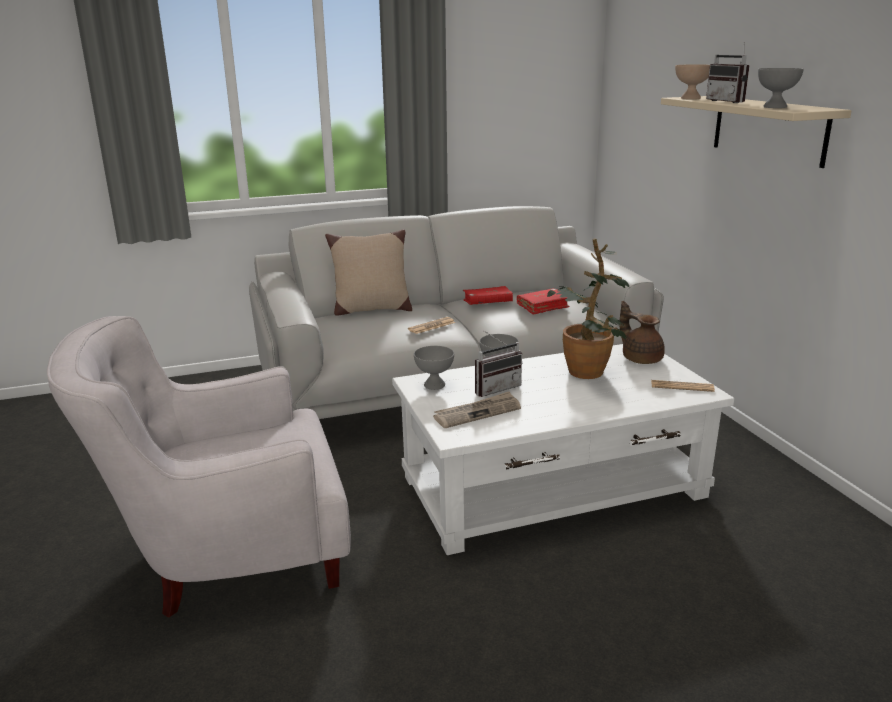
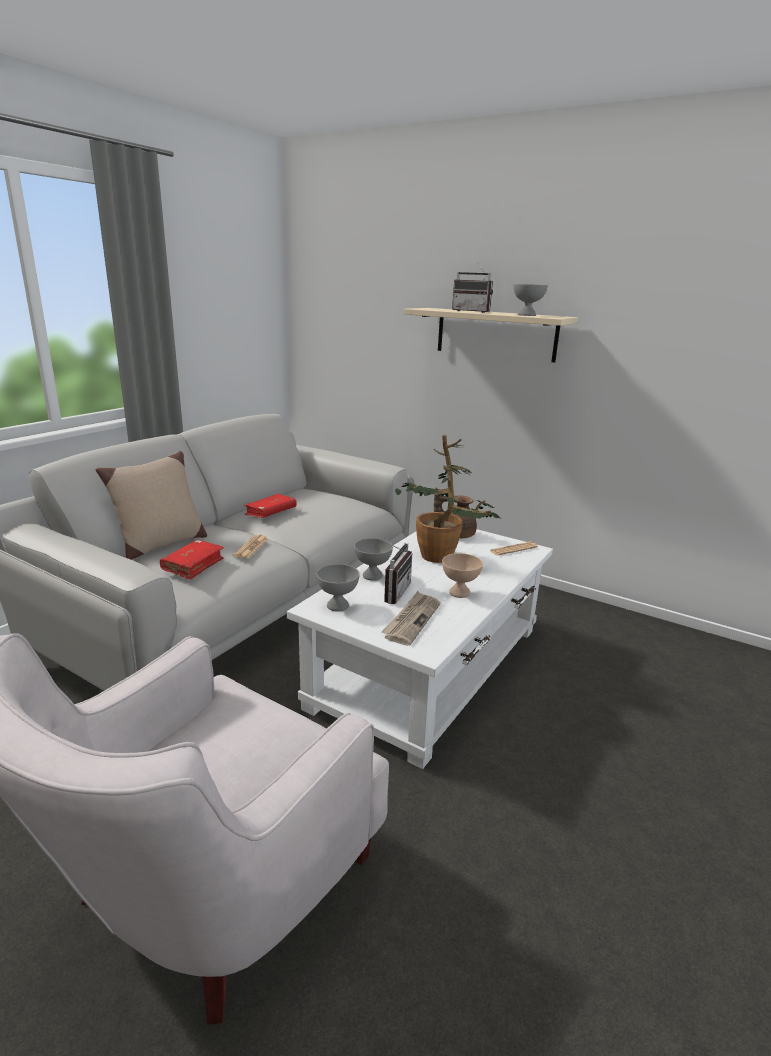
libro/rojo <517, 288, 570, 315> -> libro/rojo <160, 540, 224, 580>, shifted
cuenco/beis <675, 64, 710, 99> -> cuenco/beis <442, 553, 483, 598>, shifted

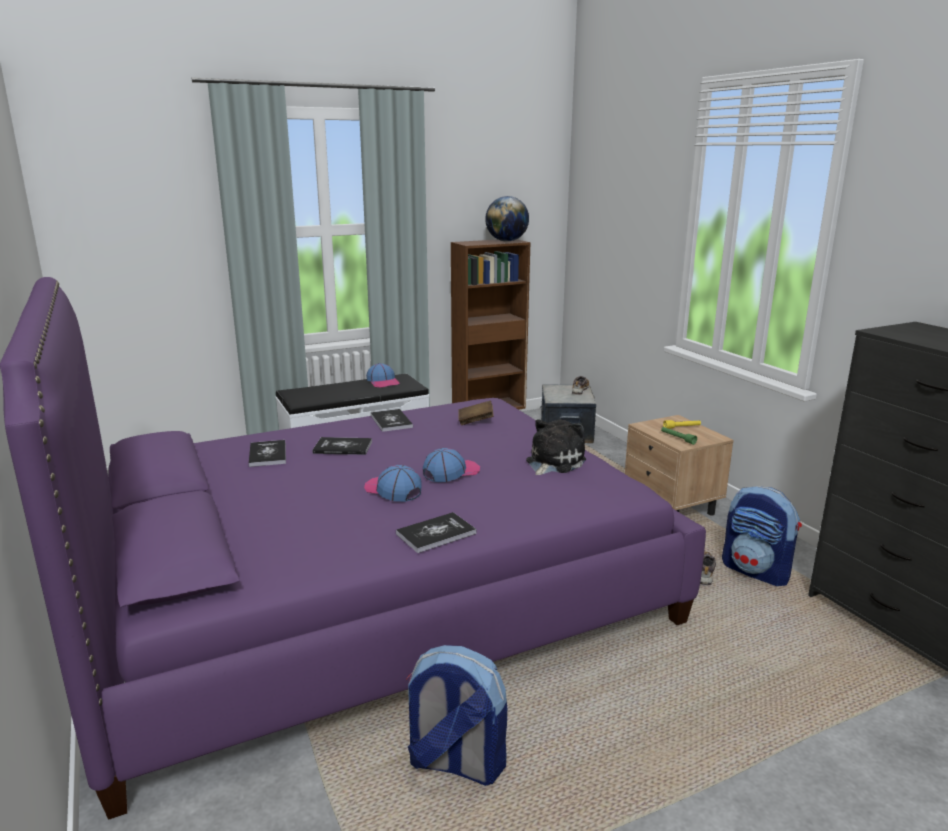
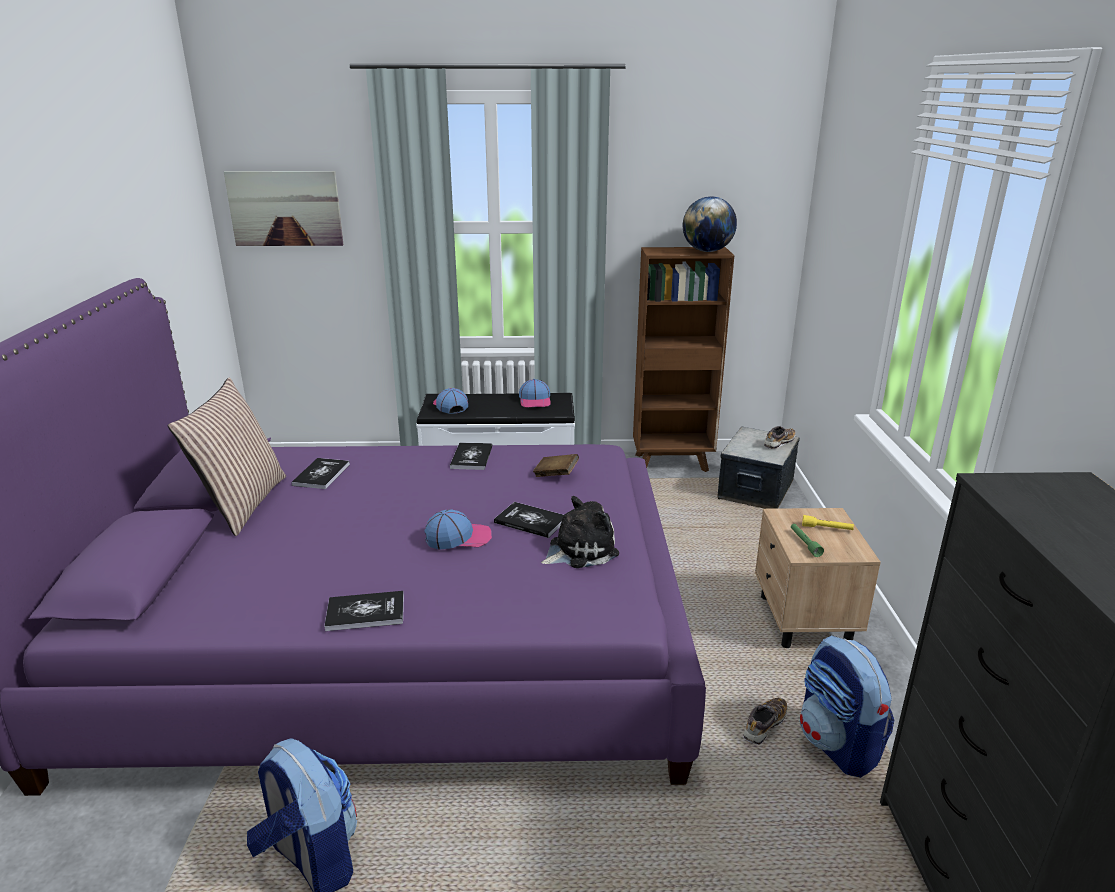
none -> cojín <168, 377, 286, 536>
none -> cuadro <224, 171, 344, 246>
libro <313, 437, 372, 455> -> libro <494, 502, 564, 538>, shifted
gorra <364, 465, 422, 502> -> gorra <433, 388, 468, 414>, shifted

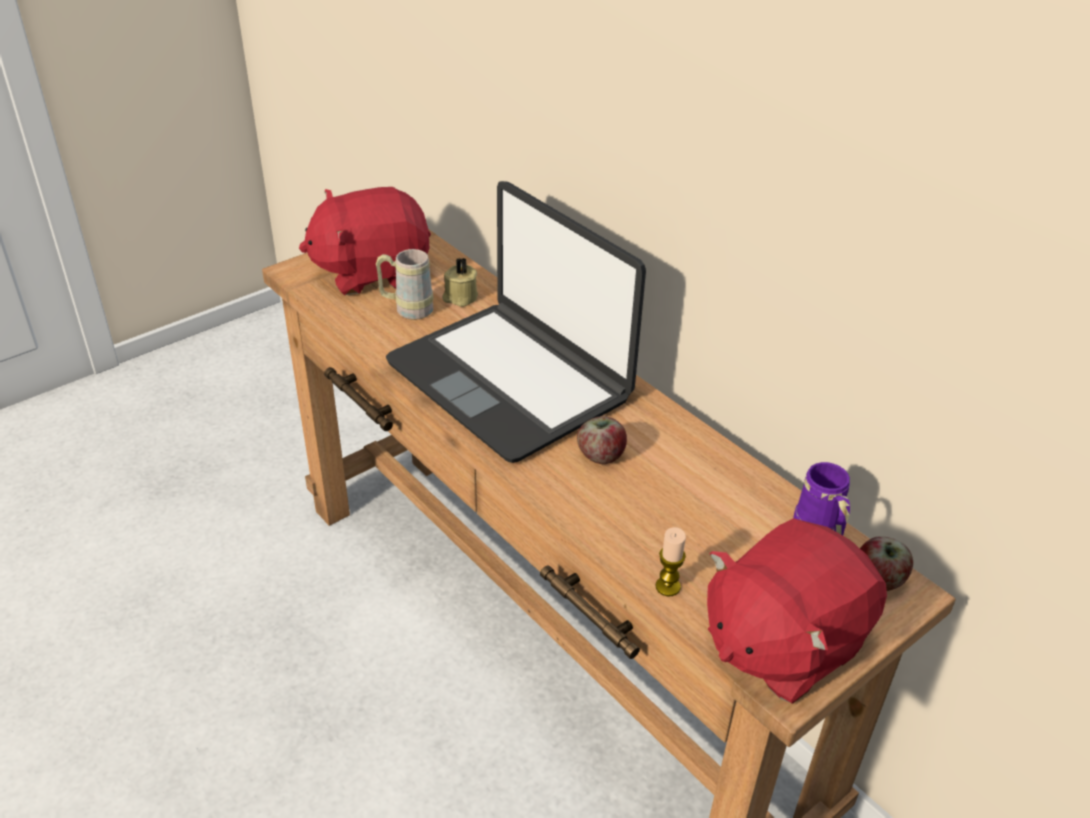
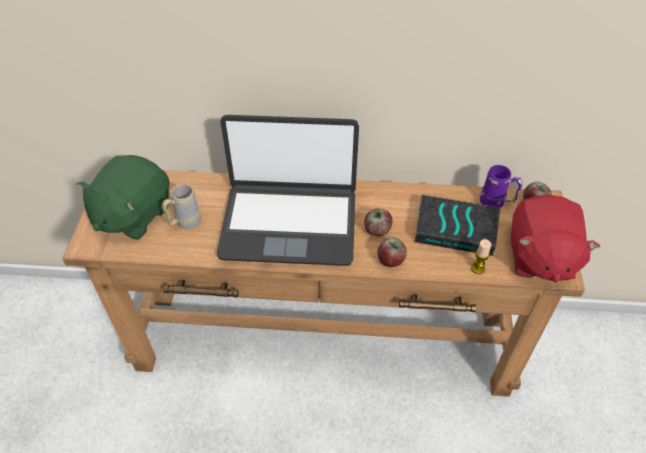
vela/beis <442, 257, 478, 307> -> none
none -> manzana <377, 237, 407, 267>
none -> libro <415, 195, 500, 256>
peluche/rojo <299, 187, 431, 295> -> peluche/verde <77, 155, 170, 239>

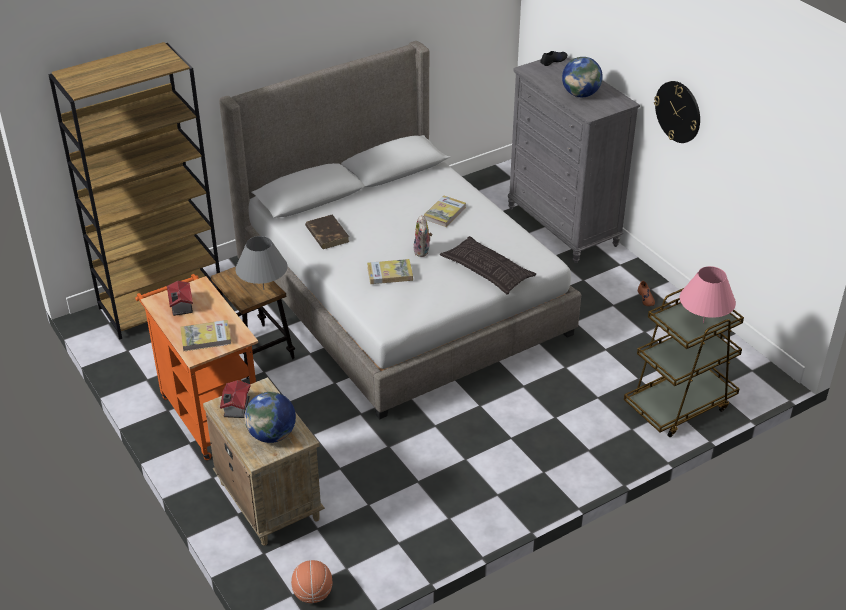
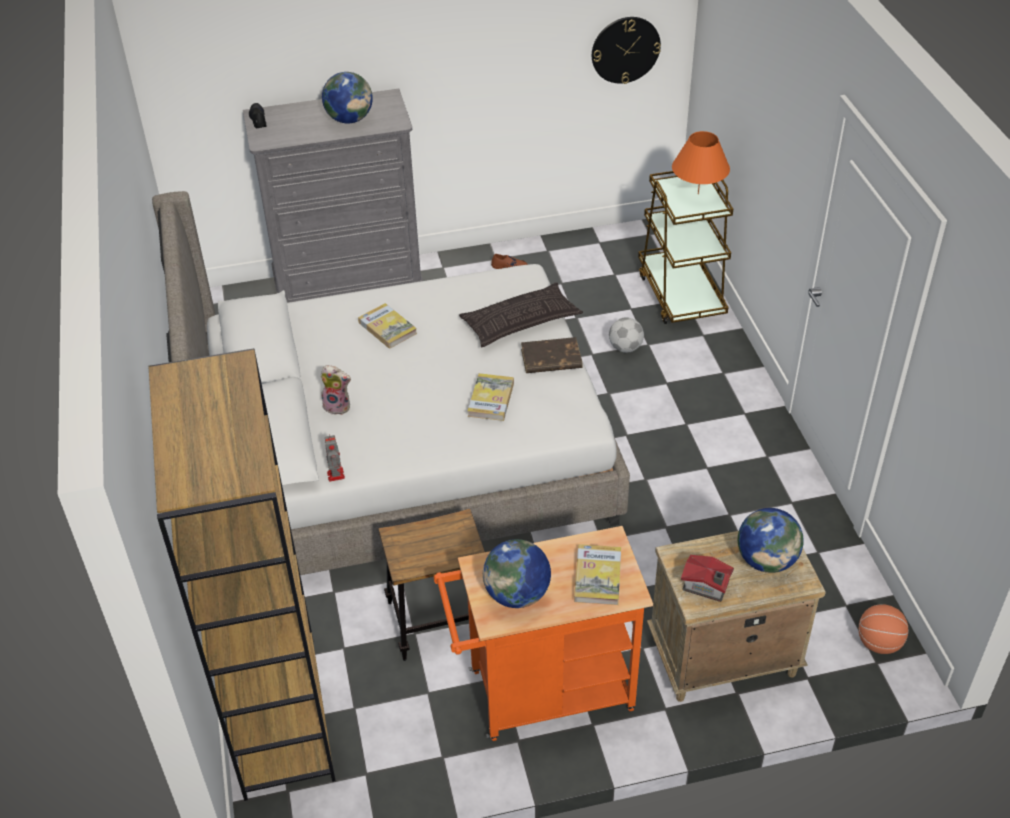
lámpara de mesa/gris <235, 236, 288, 290> -> none
none -> robot de juguete <325, 434, 345, 482>
none -> balón de fútbol <609, 317, 644, 353>
libro/marrón <305, 214, 349, 249> -> libro/marrón <521, 337, 583, 373>, shifted
peluche <414, 215, 432, 257> -> peluche <321, 365, 351, 415>, shifted
reloj de pared <654, 81, 700, 143> -> reloj de pared <592, 17, 661, 84>, shifted
casita <167, 281, 193, 316> -> globo terráqueo <483, 539, 551, 608>
lámpara de mesa/rosa <680, 266, 736, 323> -> lámpara de mesa/naranja <672, 131, 730, 194>

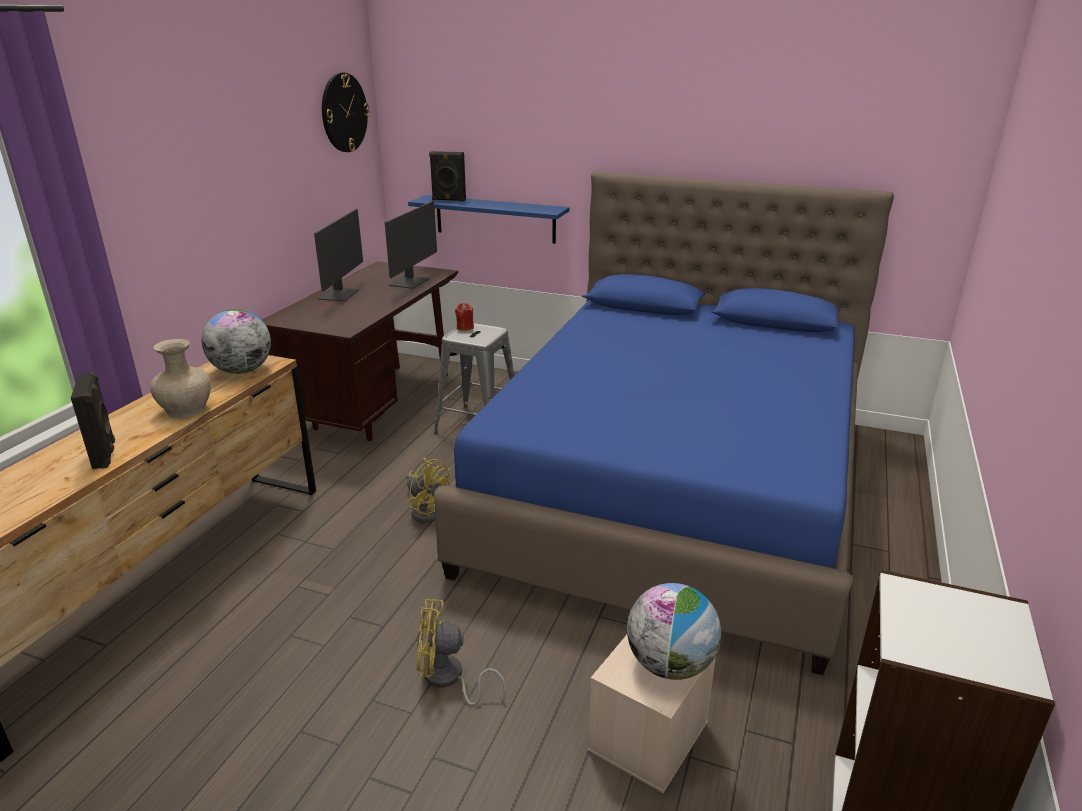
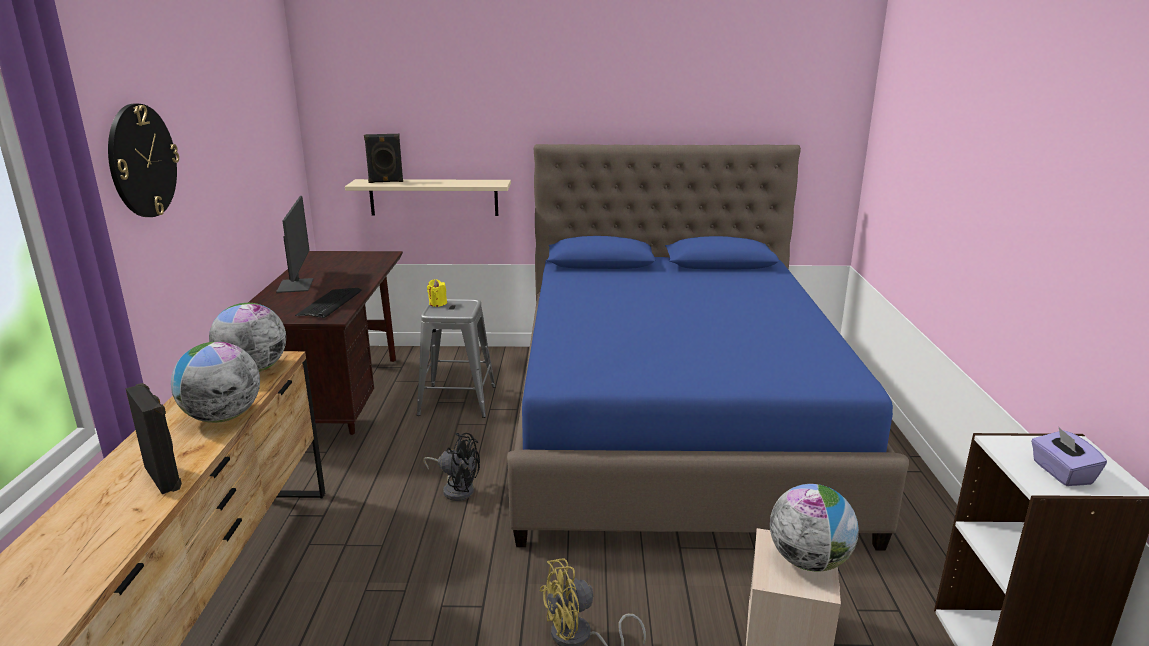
monitor <385, 201, 437, 289> -> none
none -> teclado <295, 288, 362, 318>
none -> caja de pañuelos/morado <1031, 426, 1107, 486>
reloj de pared <322, 72, 369, 152> -> reloj de pared <108, 104, 179, 217>, shifted
florero/beis <150, 339, 211, 418> -> globo terráqueo <171, 342, 260, 423>
ventilador/amarillo <407, 458, 450, 523> -> ventilador/negro <423, 433, 480, 501>
estante/azul <408, 195, 569, 244> -> estante/beis <345, 179, 511, 216>
vela/rojo <455, 303, 474, 331> -> vela/amarillo <427, 279, 447, 307>

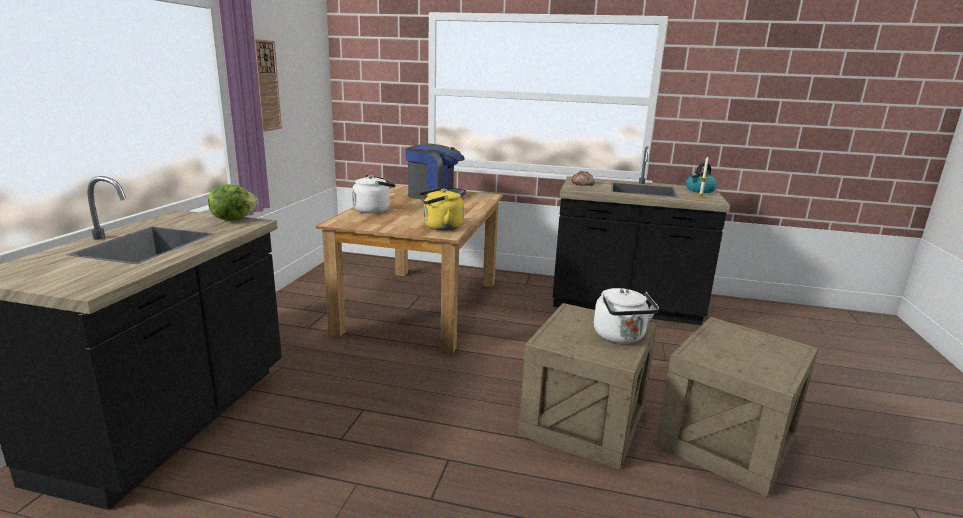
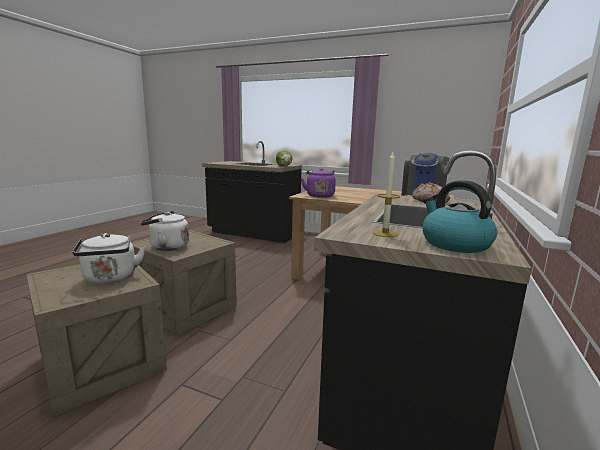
reloj de pared <254, 39, 282, 132> -> none
hervidor/blanco <352, 175, 395, 214> -> hervidor/blanco <73, 233, 145, 284>, shifted
hervidor/amarillo <419, 188, 464, 231> -> hervidor/morado <301, 168, 336, 198>

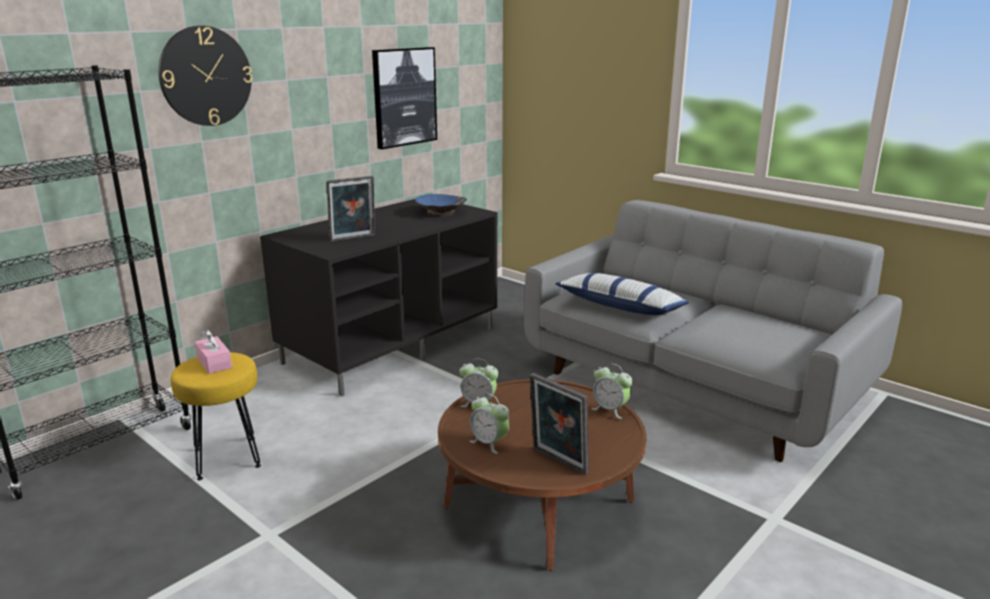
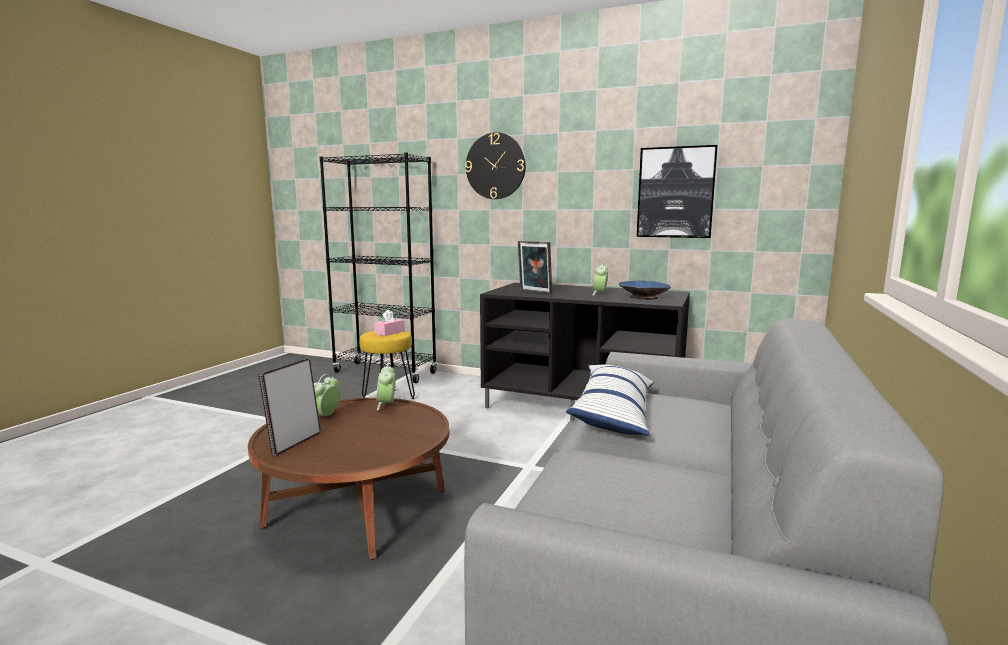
despertador <591, 363, 633, 419> -> despertador <593, 262, 608, 296>, shifted

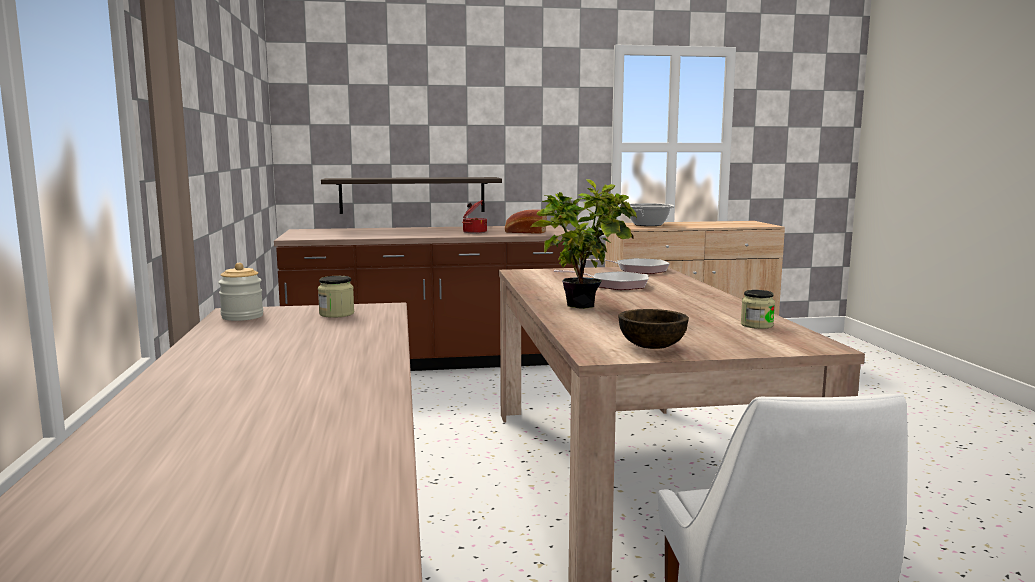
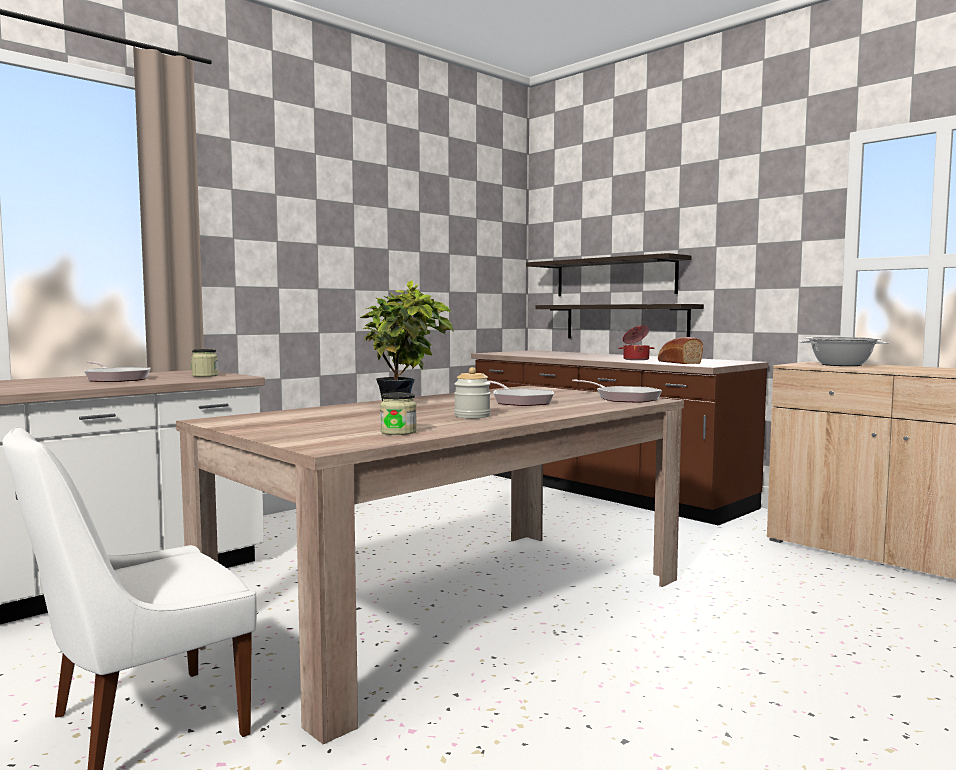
cuenco/marrón <618, 309, 689, 349> -> none
none -> sartén <84, 361, 151, 382>
none -> estante <526, 253, 691, 296>
tarro <218, 263, 263, 321> -> tarro <454, 367, 491, 418>, shifted

